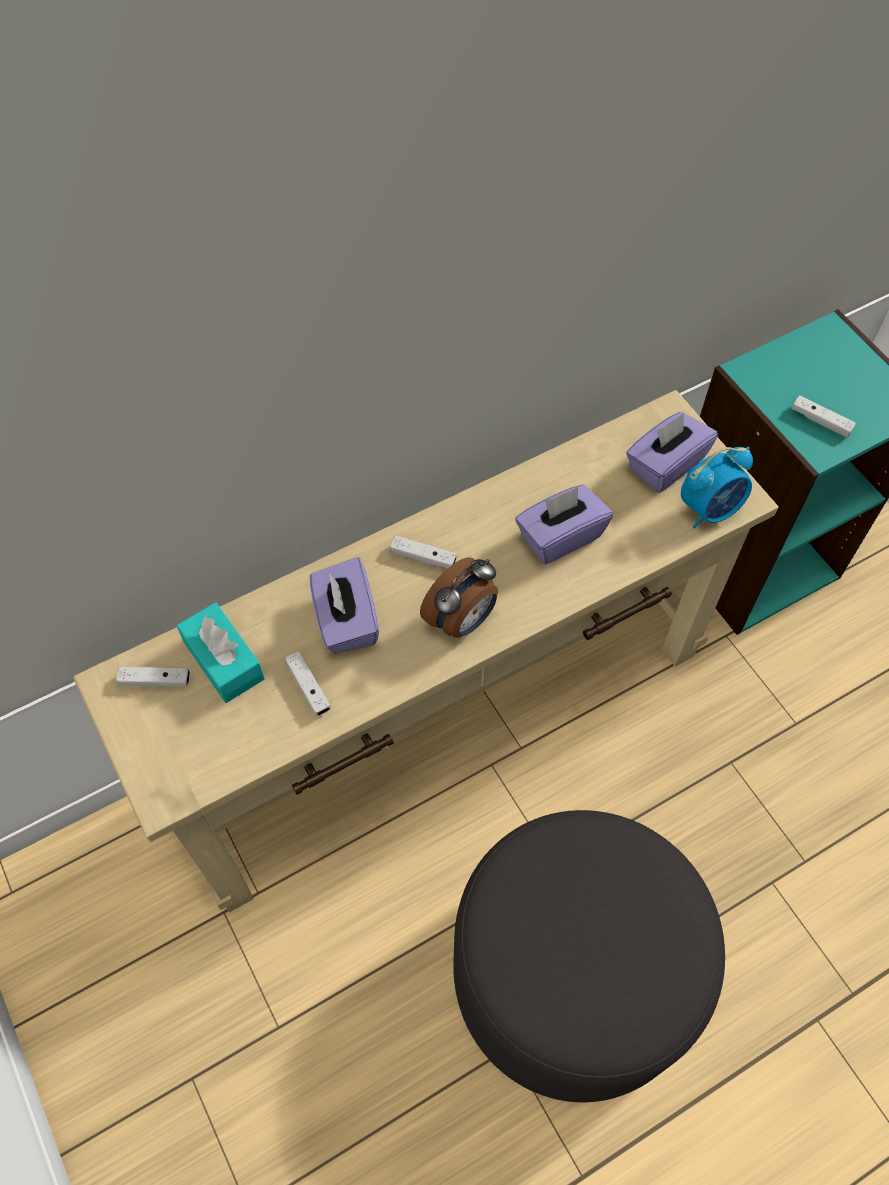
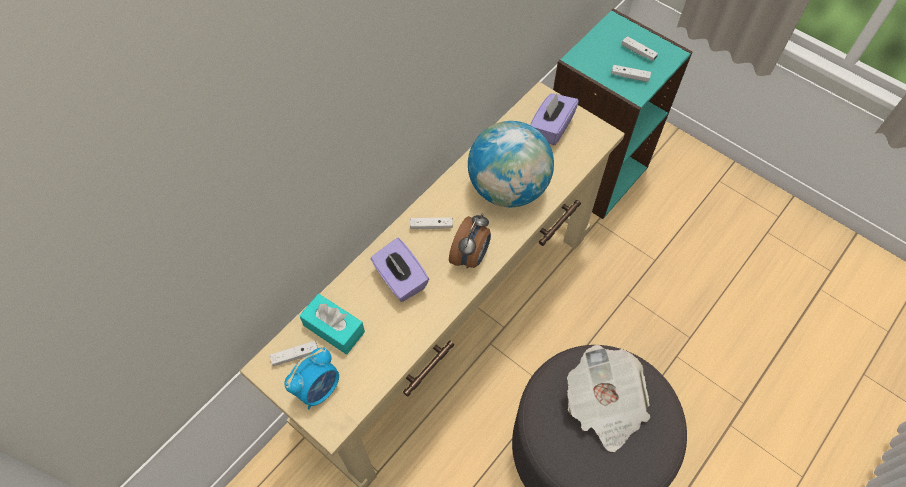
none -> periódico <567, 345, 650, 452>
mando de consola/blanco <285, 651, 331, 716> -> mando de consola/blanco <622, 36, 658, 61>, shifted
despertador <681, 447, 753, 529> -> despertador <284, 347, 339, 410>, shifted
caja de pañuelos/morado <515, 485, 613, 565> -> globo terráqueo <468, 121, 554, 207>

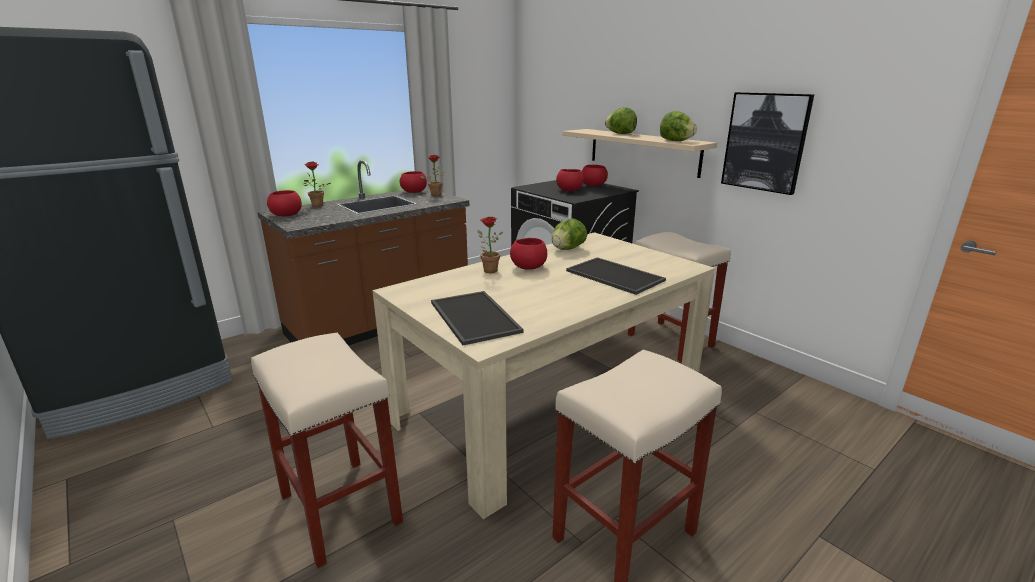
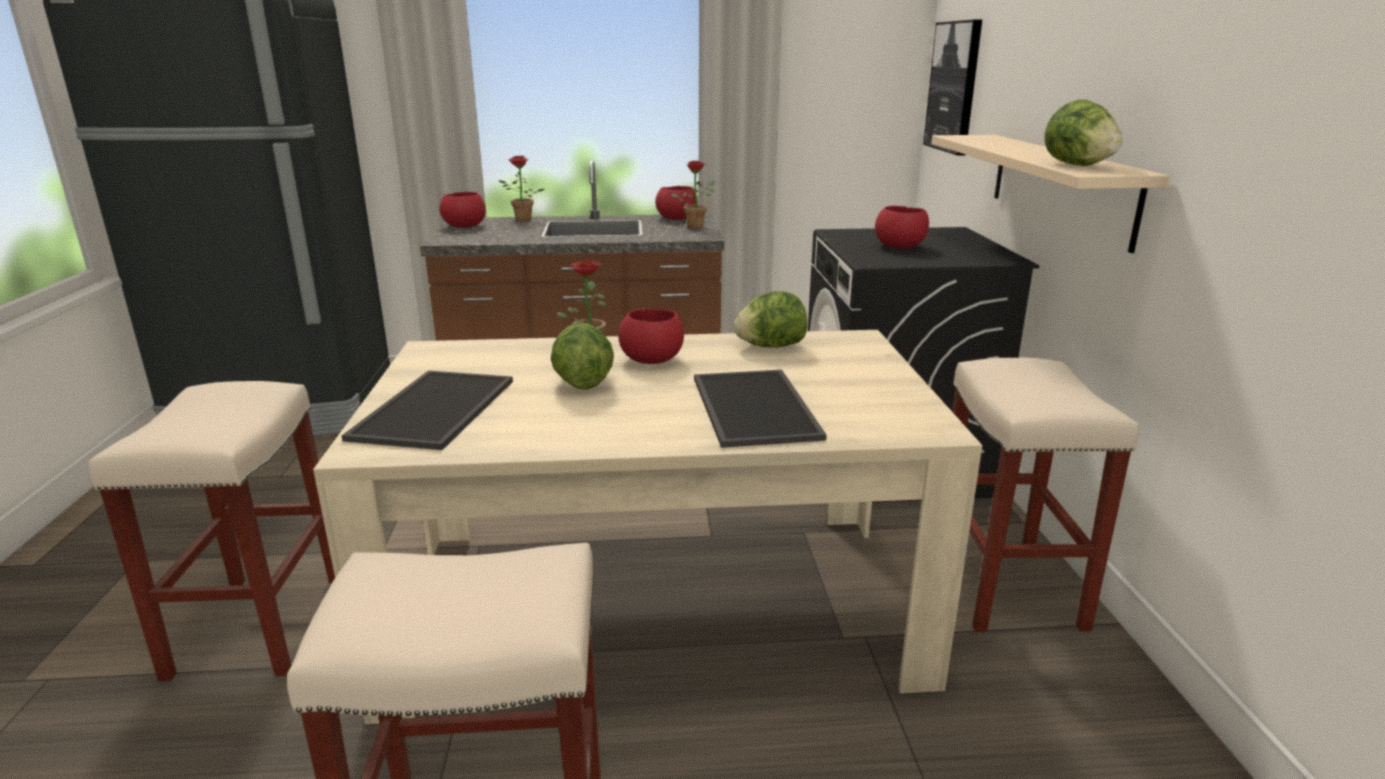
cuenco/rojo <582, 165, 608, 186> -> none
lechuga <605, 107, 637, 134> -> lechuga <551, 322, 614, 390>, shifted
cuadro <721, 92, 814, 195> -> cuadro <923, 19, 982, 156>, shifted

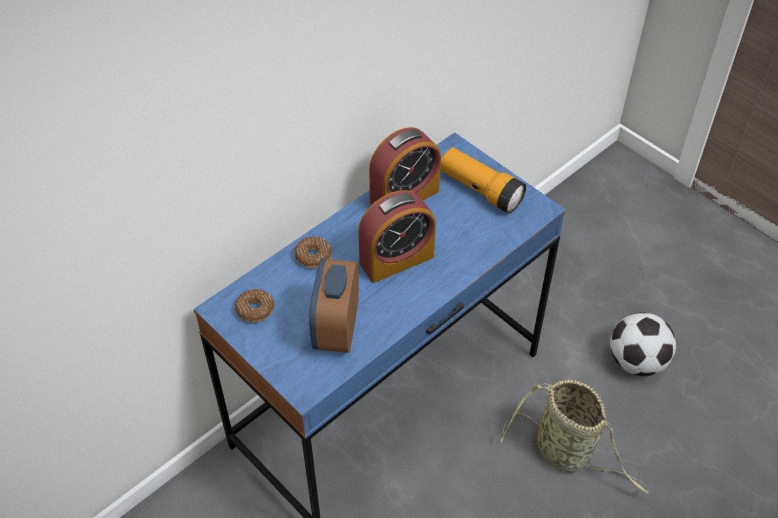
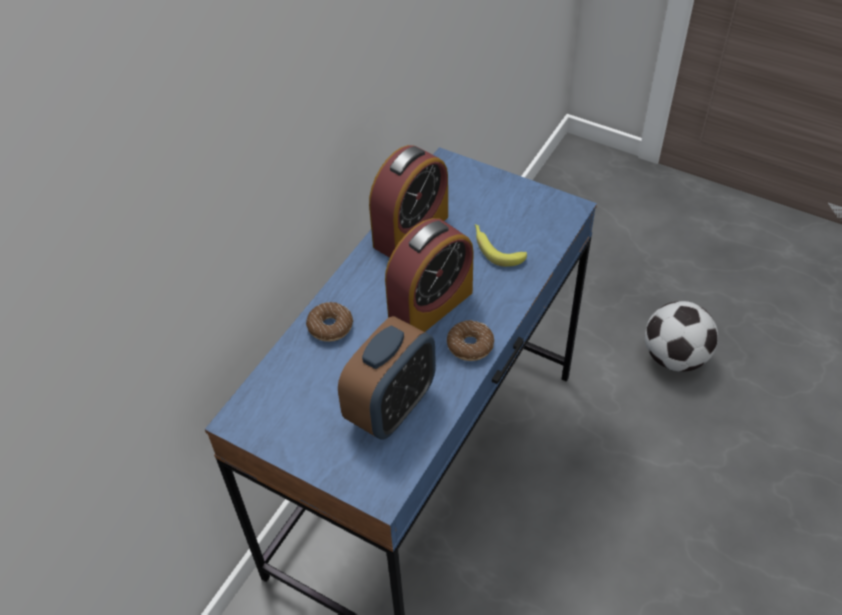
linterna <440, 148, 526, 213> -> none
cesta <501, 379, 649, 494> -> none
none -> plátano <475, 224, 527, 267>
rosquilla <235, 289, 275, 323> -> rosquilla <447, 320, 494, 361>, shifted
despertador <309, 259, 359, 353> -> despertador <338, 316, 436, 439>, 135 degrees counterclockwise

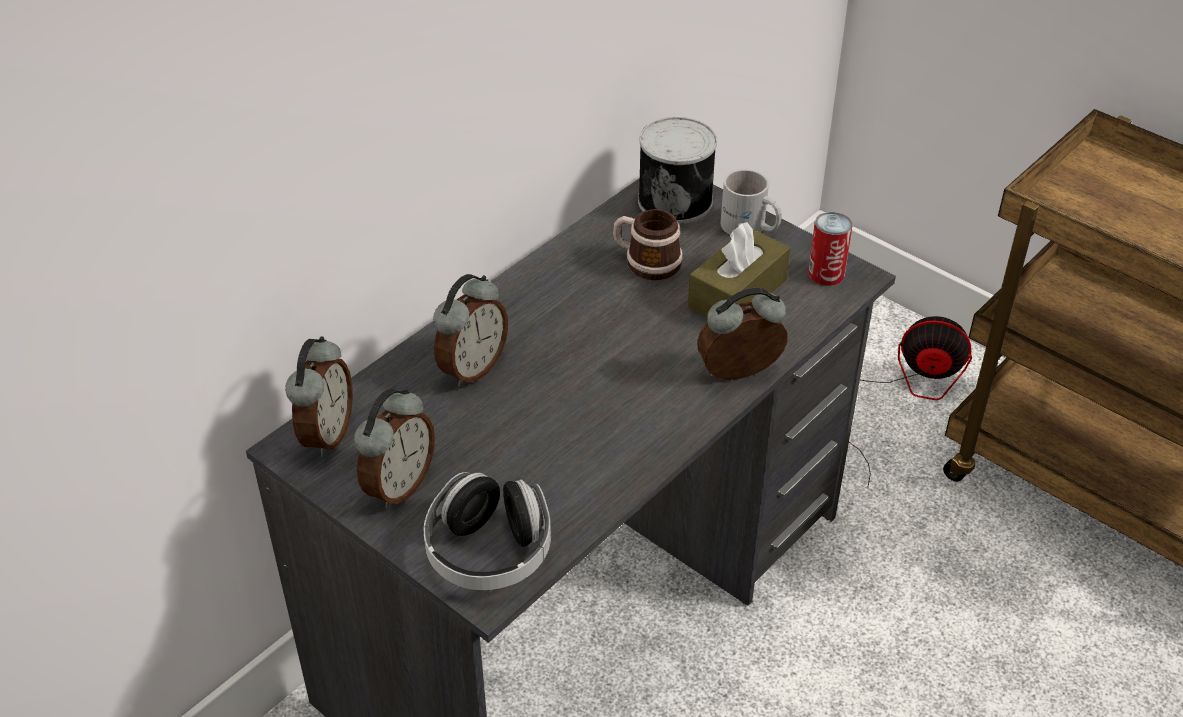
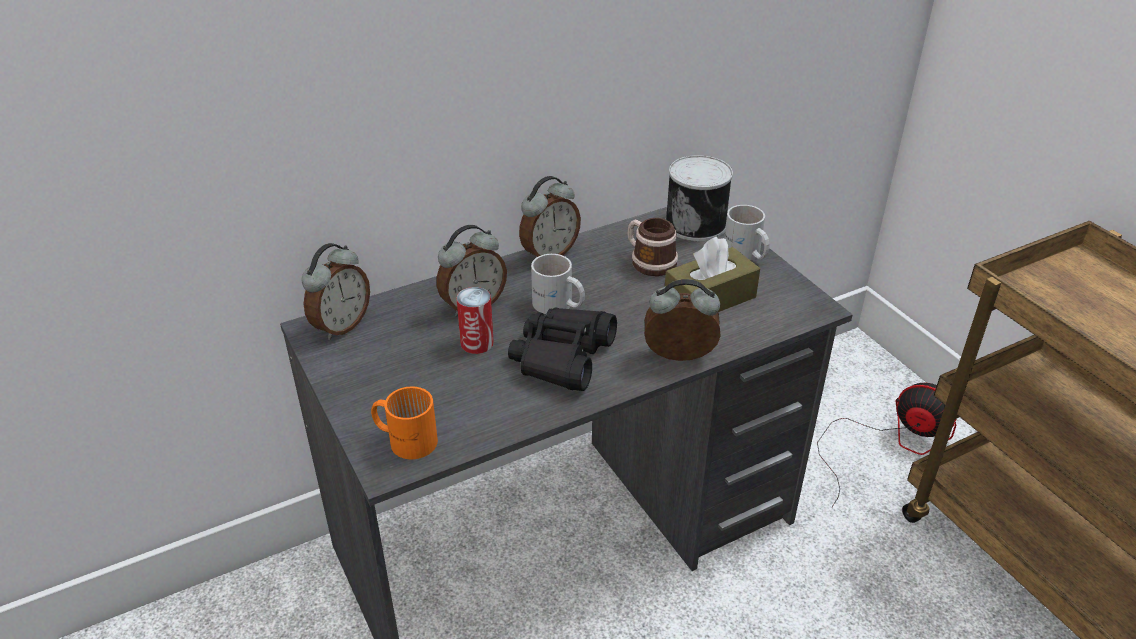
none -> prismáticos/negro <508, 307, 617, 391>
none -> taza grande/blanco <531, 254, 585, 314>
despertador <354, 388, 435, 509> -> despertador <519, 176, 581, 257>, shifted
lata <808, 212, 853, 286> -> lata <457, 287, 494, 354>, shifted
auriculares <423, 472, 551, 590> -> taza grande/naranja <371, 386, 438, 459>

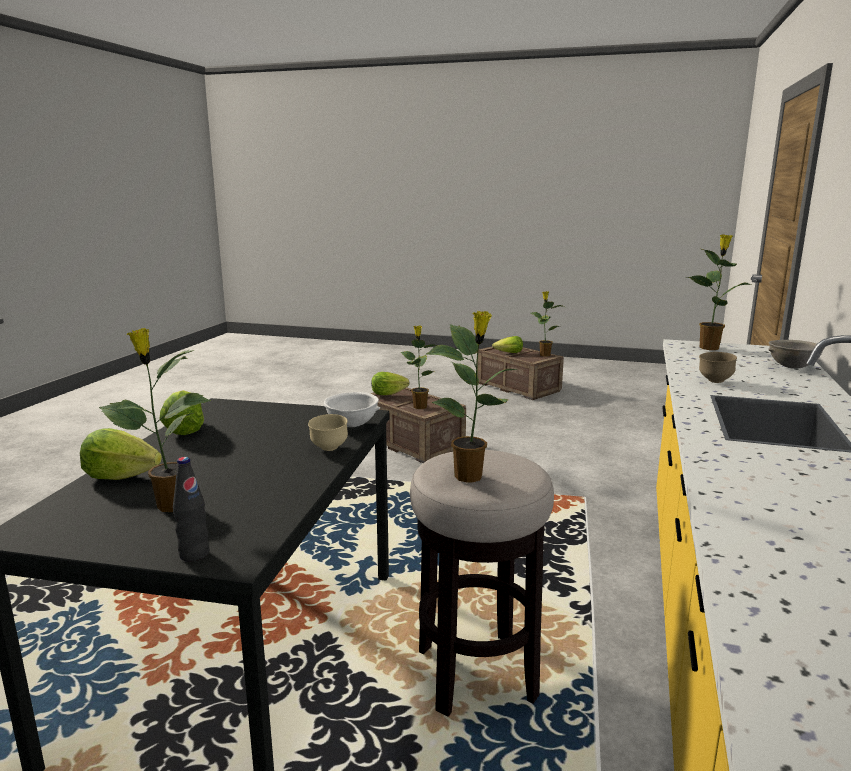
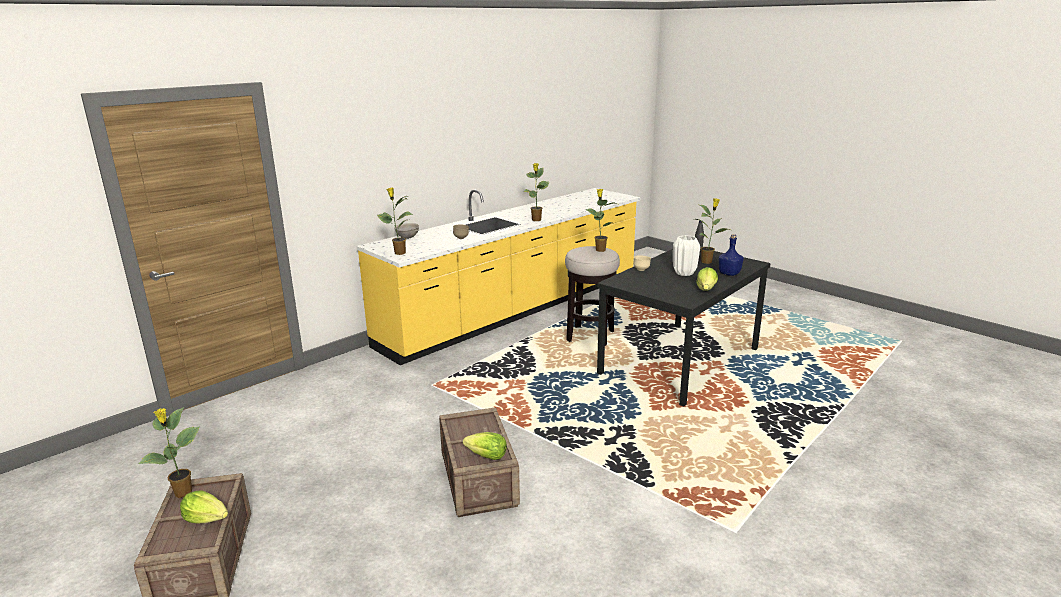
cuenco/blanco <323, 392, 380, 427> -> none
none -> florero/blanco <673, 235, 700, 276>
planta en maceta <401, 325, 438, 409> -> planta en maceta <524, 163, 549, 221>, shifted
lechuga <80, 428, 162, 480> -> botella/azul <719, 234, 744, 276>

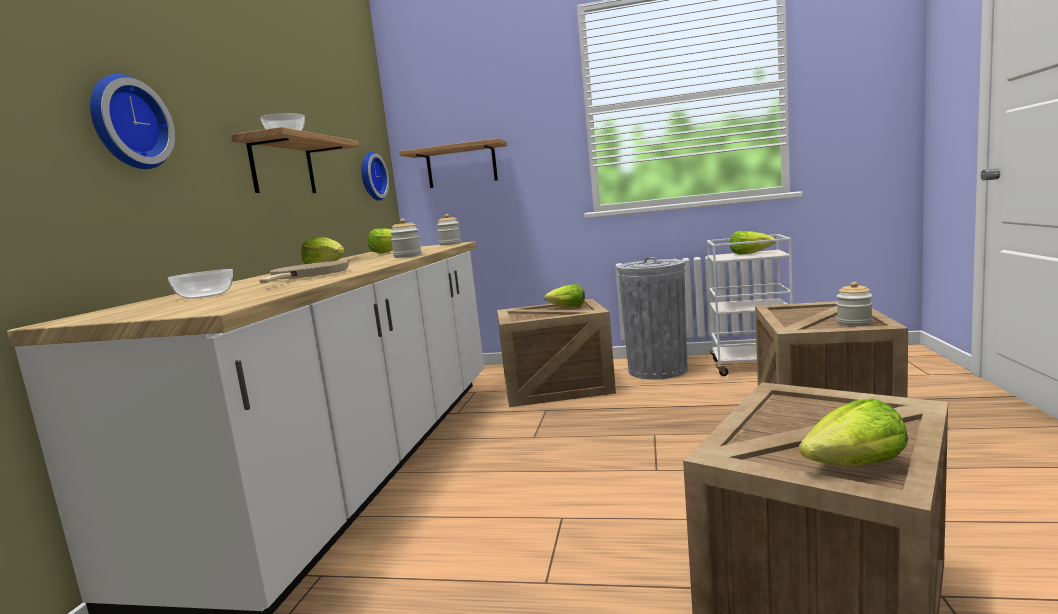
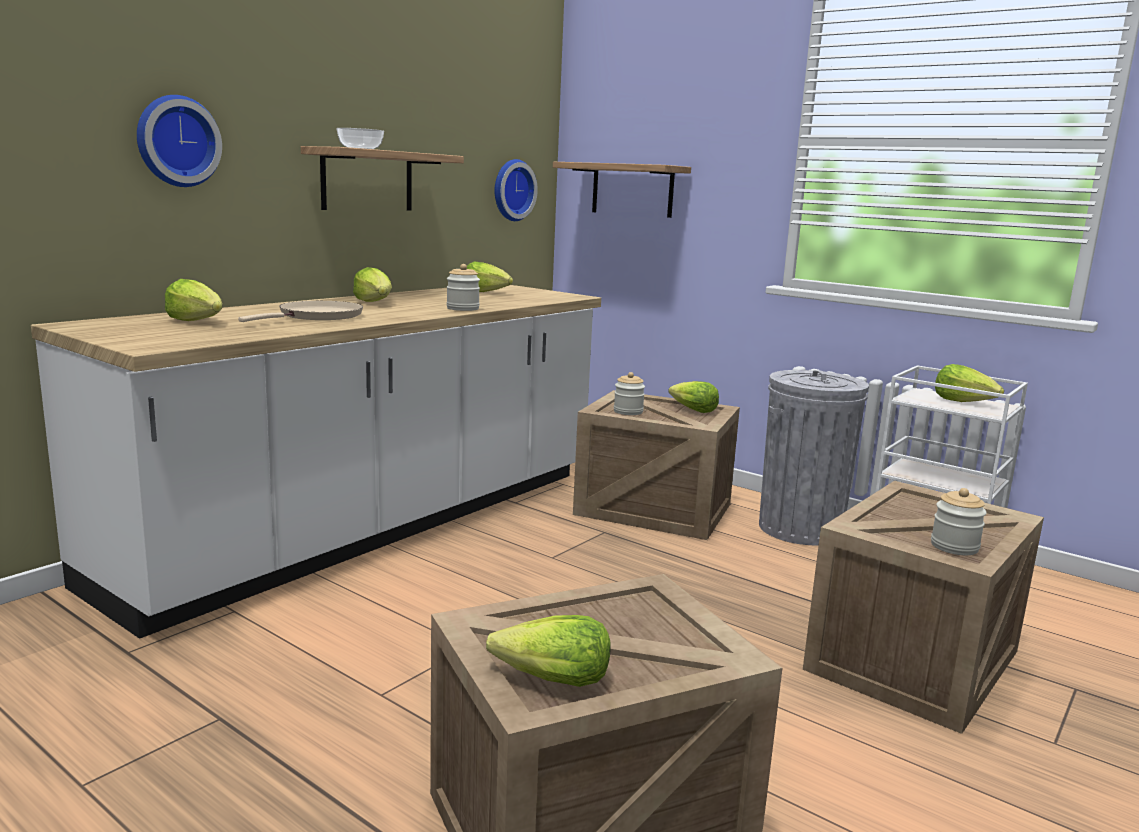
tarro <437, 214, 461, 245> -> tarro <614, 372, 645, 415>, shifted
cuenco <167, 269, 233, 299> -> lechuga <165, 279, 222, 321>

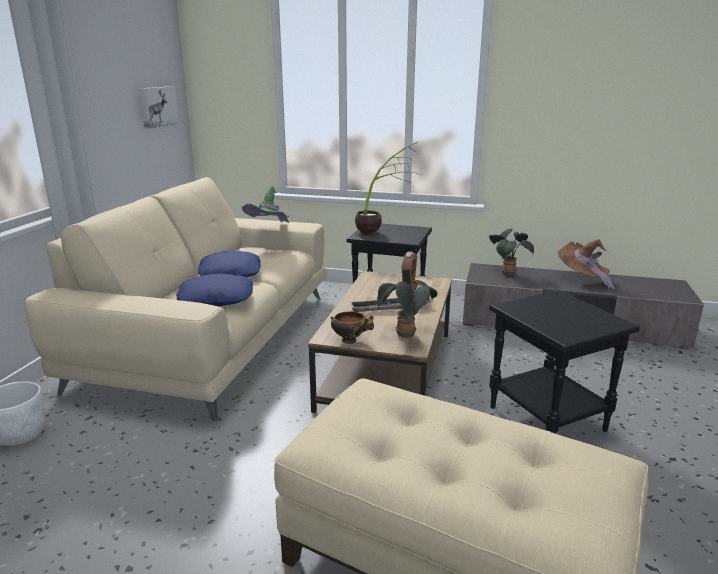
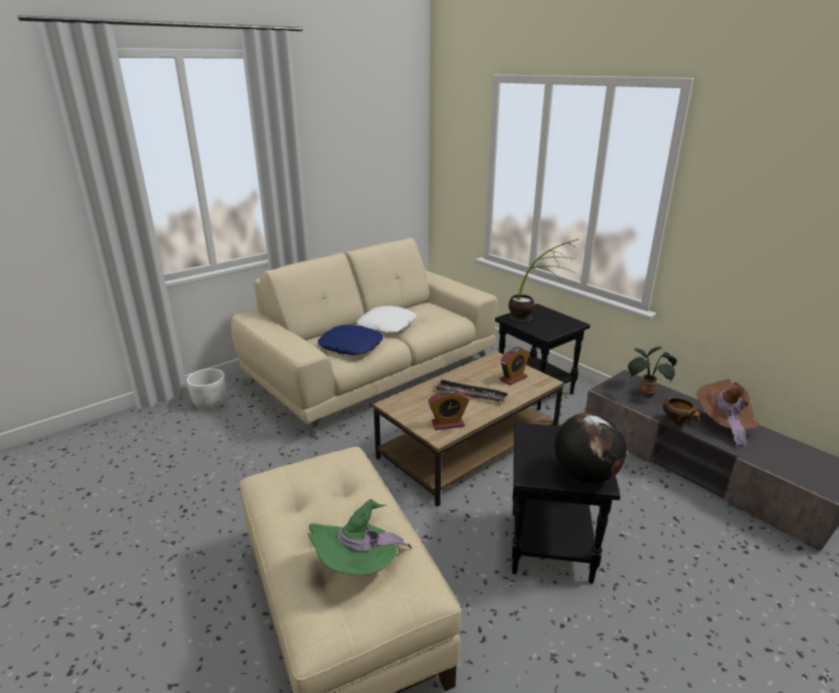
cuadro <139, 86, 179, 129> -> none
none -> globo terráqueo <554, 412, 627, 483>
sombrero/verde <242, 186, 289, 223> -> sombrero/verde <307, 499, 412, 575>, shifted
cuenco <331, 311, 374, 344> -> cuenco <663, 398, 701, 426>, shifted
planta en maceta <377, 280, 438, 338> -> despertador <428, 389, 469, 430>
cojín/azul <198, 251, 261, 277> -> cojín/blanco <357, 306, 416, 333>

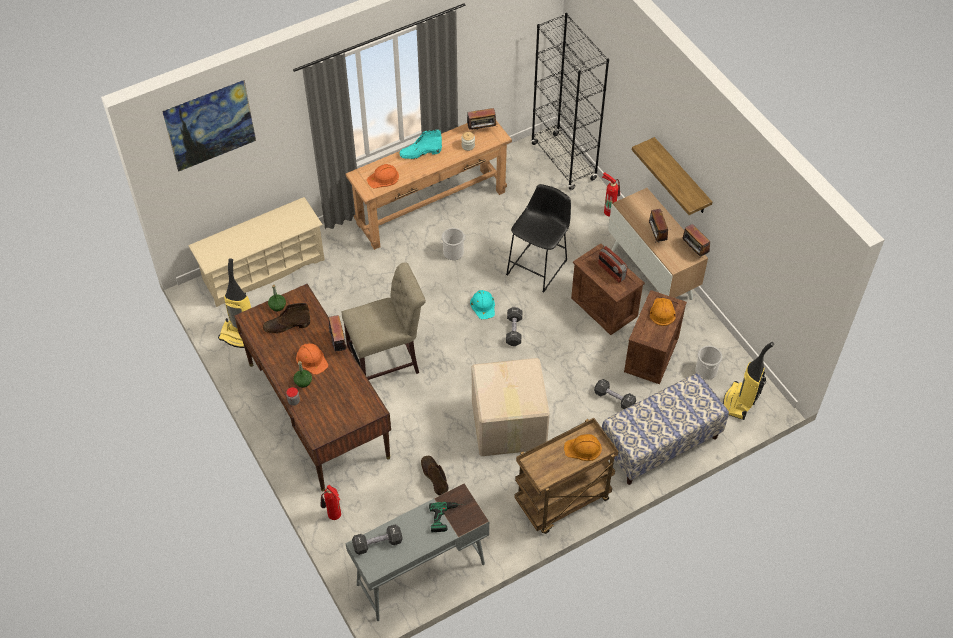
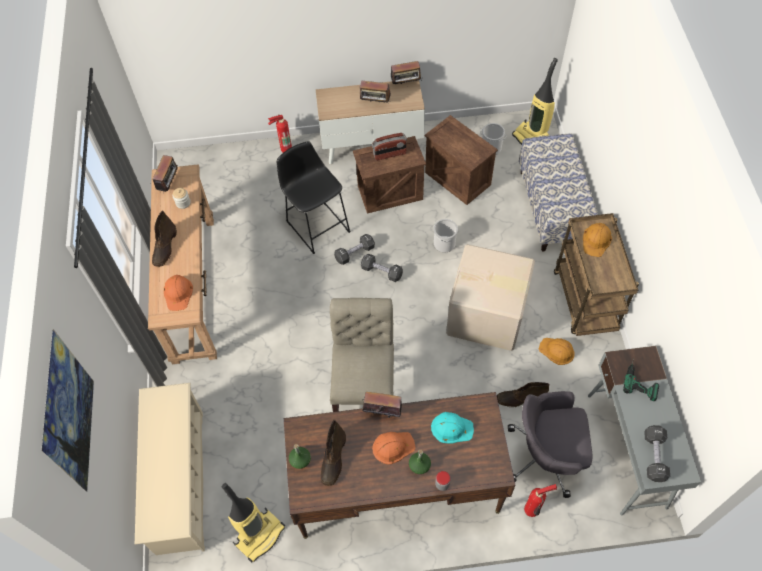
estantería/negro <531, 13, 609, 190> -> none
estante <632, 137, 712, 215> -> none
none -> silla de oficina/gris <508, 391, 592, 498>
cubo <440, 228, 466, 260> -> cubo <433, 219, 458, 252>, shifted
casco/turquesa <470, 290, 495, 319> -> casco/turquesa <431, 412, 474, 443>, shifted
mancuerna/negro <594, 379, 636, 409> -> mancuerna/negro <334, 234, 375, 265>, shifted
casco/naranja <650, 298, 676, 326> -> casco/naranja <539, 338, 575, 365>, shifted
bota/turquesa <399, 130, 442, 159> -> bota/marrón <152, 210, 177, 267>

